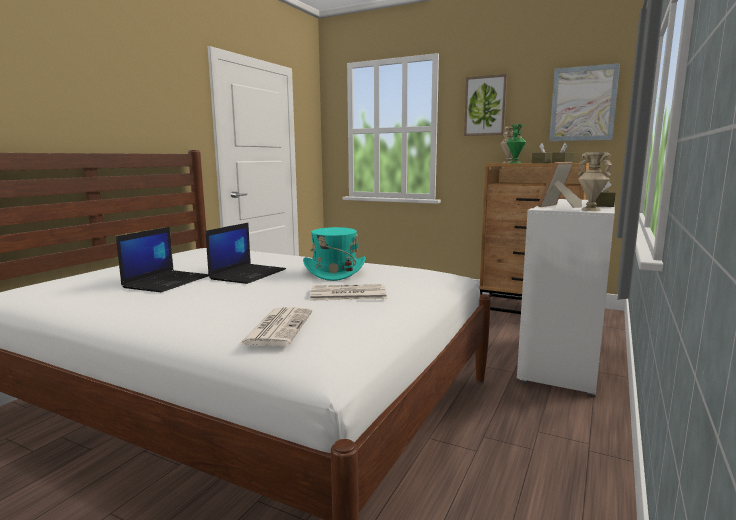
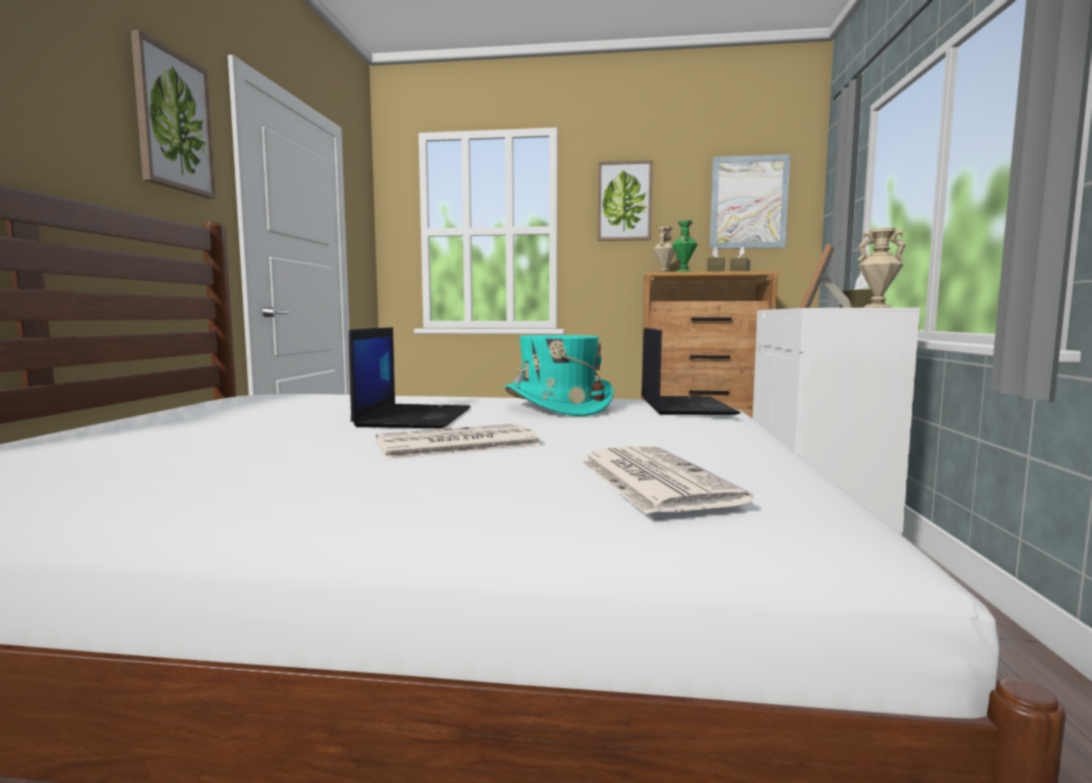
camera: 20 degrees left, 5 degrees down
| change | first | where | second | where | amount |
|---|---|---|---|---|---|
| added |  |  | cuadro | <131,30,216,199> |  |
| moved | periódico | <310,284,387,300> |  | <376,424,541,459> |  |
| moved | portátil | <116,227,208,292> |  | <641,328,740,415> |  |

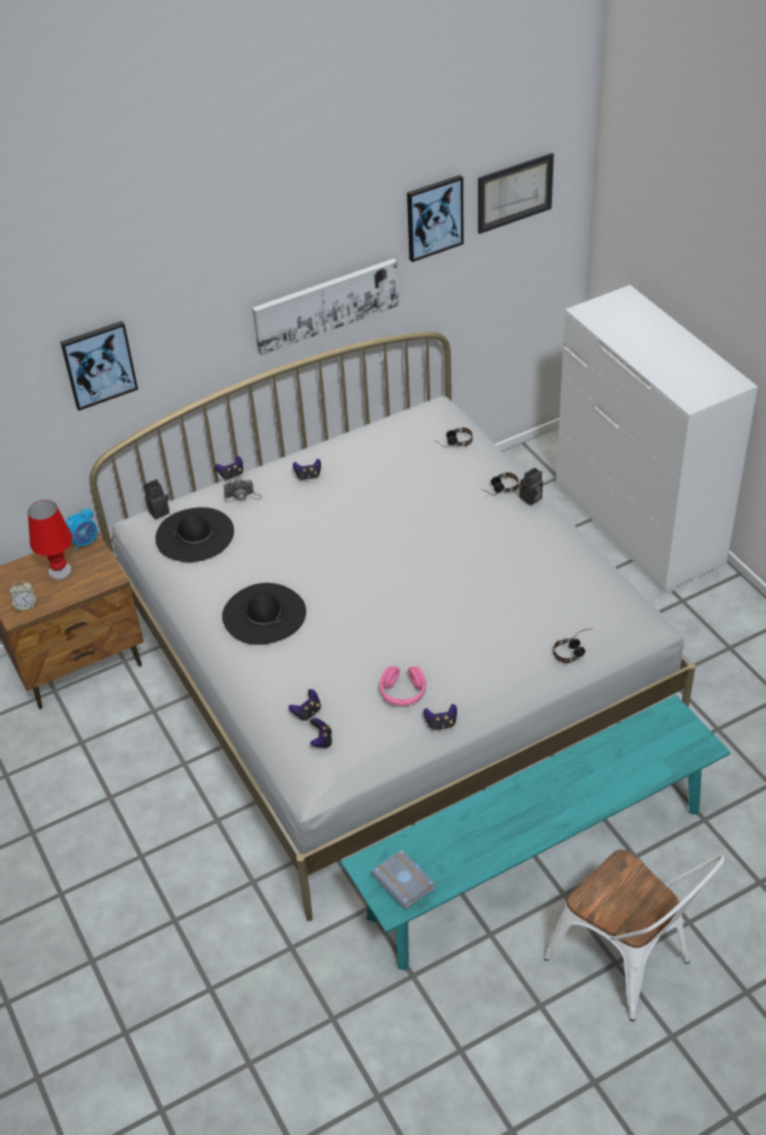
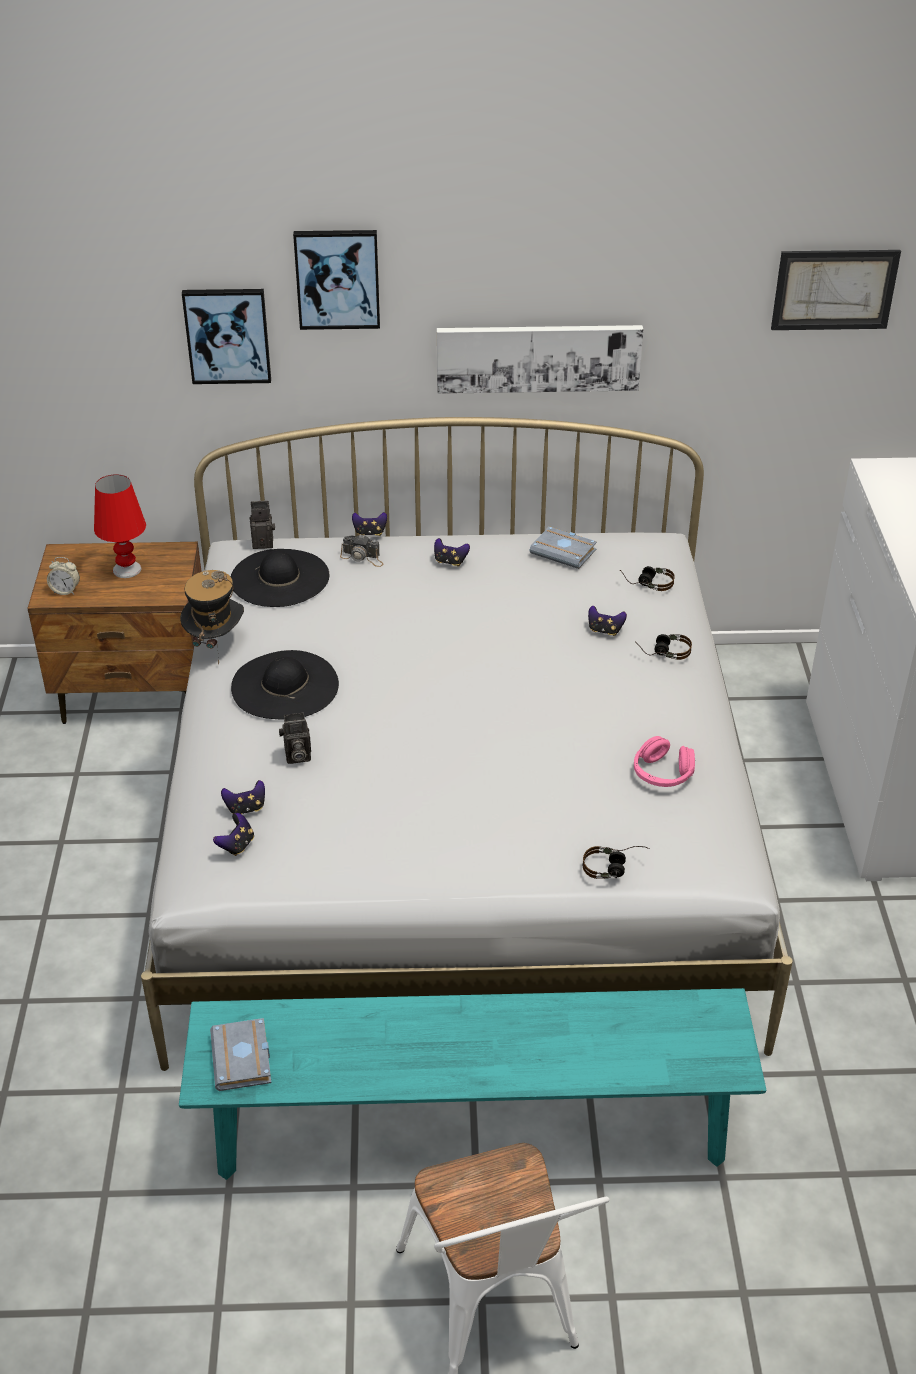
camera: 25 degrees right, 5 degrees down
| change | first | where | second | where | amount |
|---|---|---|---|---|---|
| added |  |  | sombrero | <180,570,244,664> |  |
| moved | cámara | <519,467,543,505> |  | <279,712,311,764> |  |
| moved | cuadro | <407,175,464,262> |  | <293,230,380,330> |  |
| added |  |  | libro/gris | <530,526,597,569> |  |
| moved | mando de consola | <423,704,457,730> |  | <588,606,627,636> |  |
| moved | auriculares/rosa | <380,666,426,706> |  | <634,736,695,787> |  |
| removed | despertador | <65,508,97,551> |  |  |  |

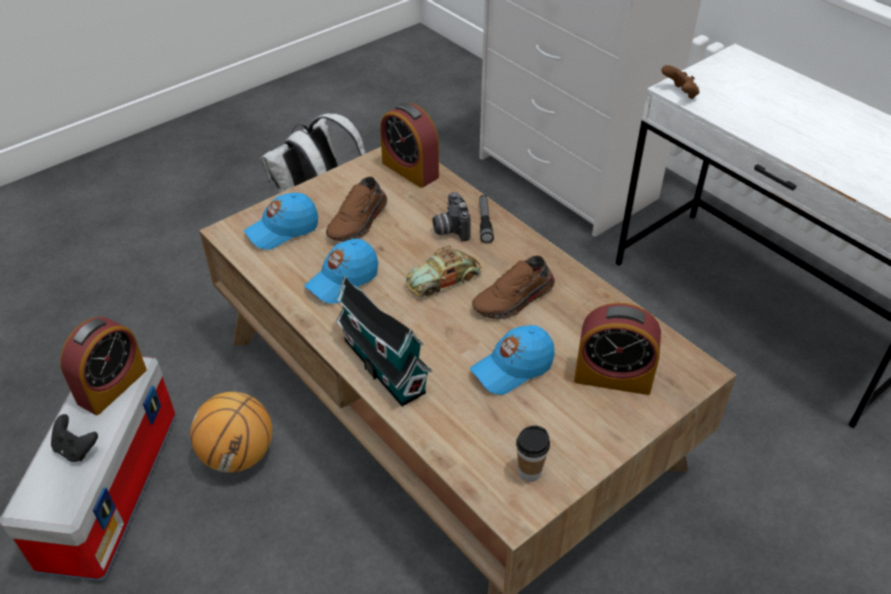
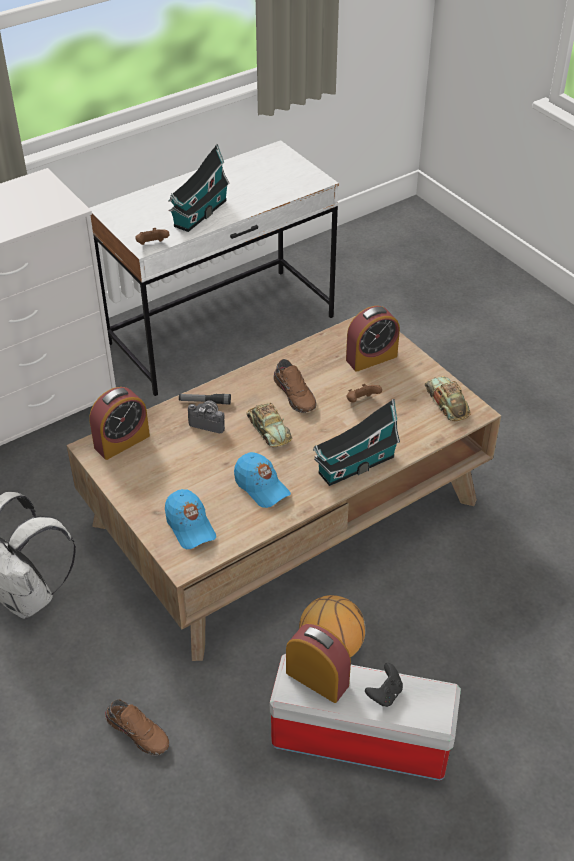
camera: 85 degrees left, 0 degrees up
| change | first | where | second | where | amount |
|---|---|---|---|---|---|
| moved | zapato/marrón | <326,176,387,242> |  | <105,700,169,756> |  |
| added |  |  | casita | <168,144,230,232> |  |
| turned | cámara | <433,192,471,242> |  | <188,400,225,433> | 150 degrees counterclockwise |
| turned | despertador | <574,303,661,395> |  | <346,306,400,372> | 45 degrees clockwise |
| replaced | gorra/azul | <470,325,555,395> | mando de consola/marrón | <347,384,382,403> |  |
| replaced | taza | <516,425,550,482> | coche de juguete | <424,376,471,421> |  |

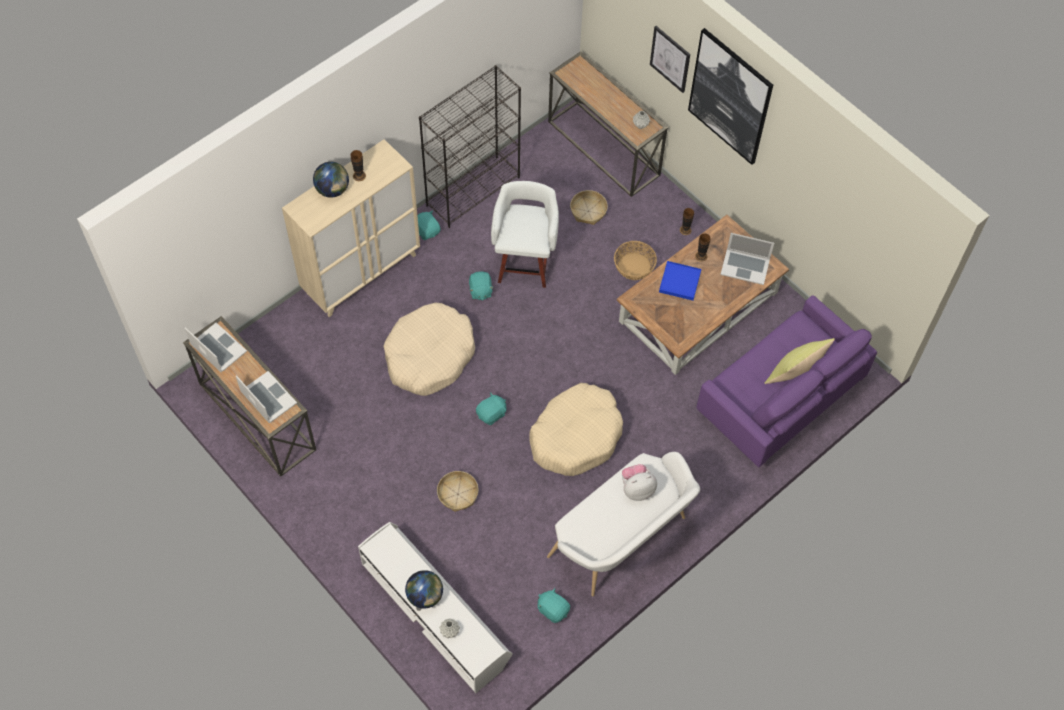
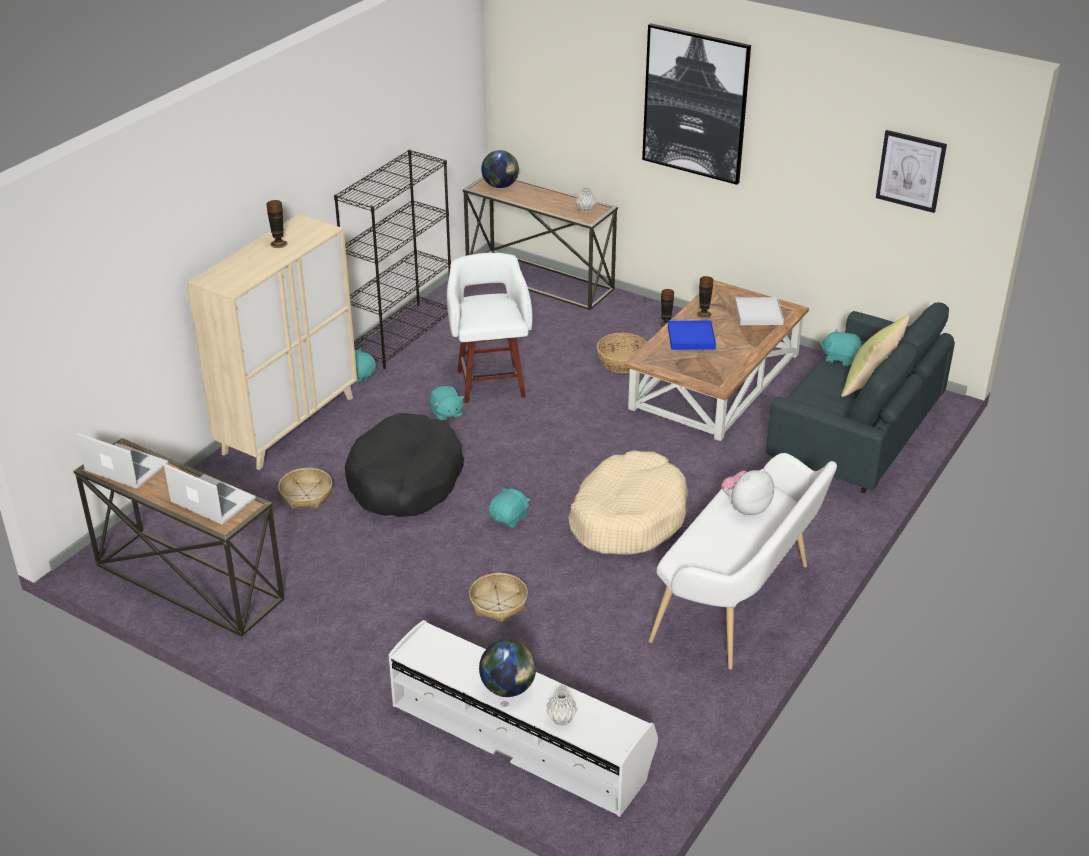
camera: 15 degrees left, 25 degrees down
| change | first | where | second | where | amount |
|---|---|---|---|---|---|
| moved | cesta | <570,190,608,225> |  | <278,468,332,509> |  |
| recoloured | cama para perro/beis | <383,303,475,396> | cama para perro/negro | <345,413,464,517> |  |
| moved | globo terráqueo | <313,162,349,198> |  | <481,150,519,188> |  |
| replaced | portátil | <721,233,774,285> | bandeja/blanco | <735,297,784,325> |  |
| recoloured | sofá/morado | <697,295,877,467> | sofá/gris | <766,302,955,493> |  |
| moved | peluche/turquesa | <538,588,570,623> |  | <820,329,862,366> |  |
| moved | cuadro | <650,26,690,93> |  | <876,130,947,213> |  |

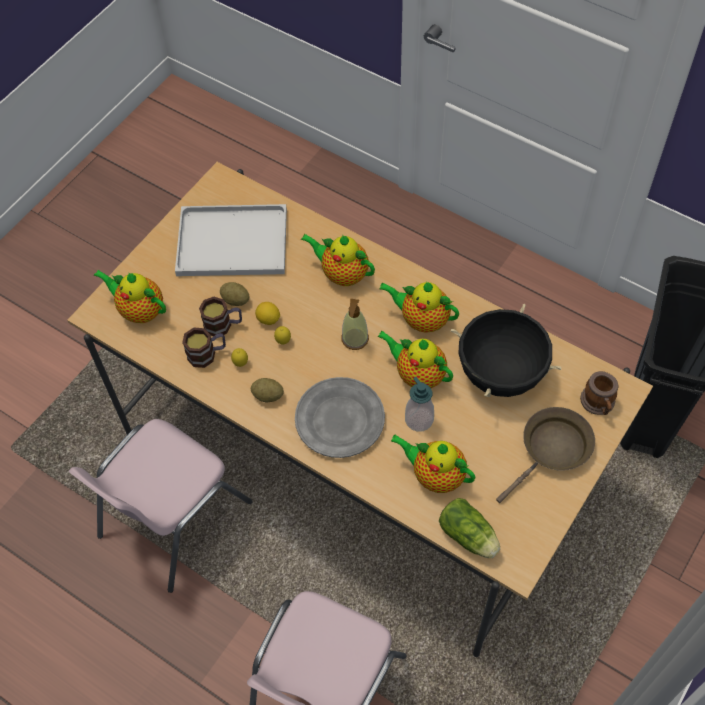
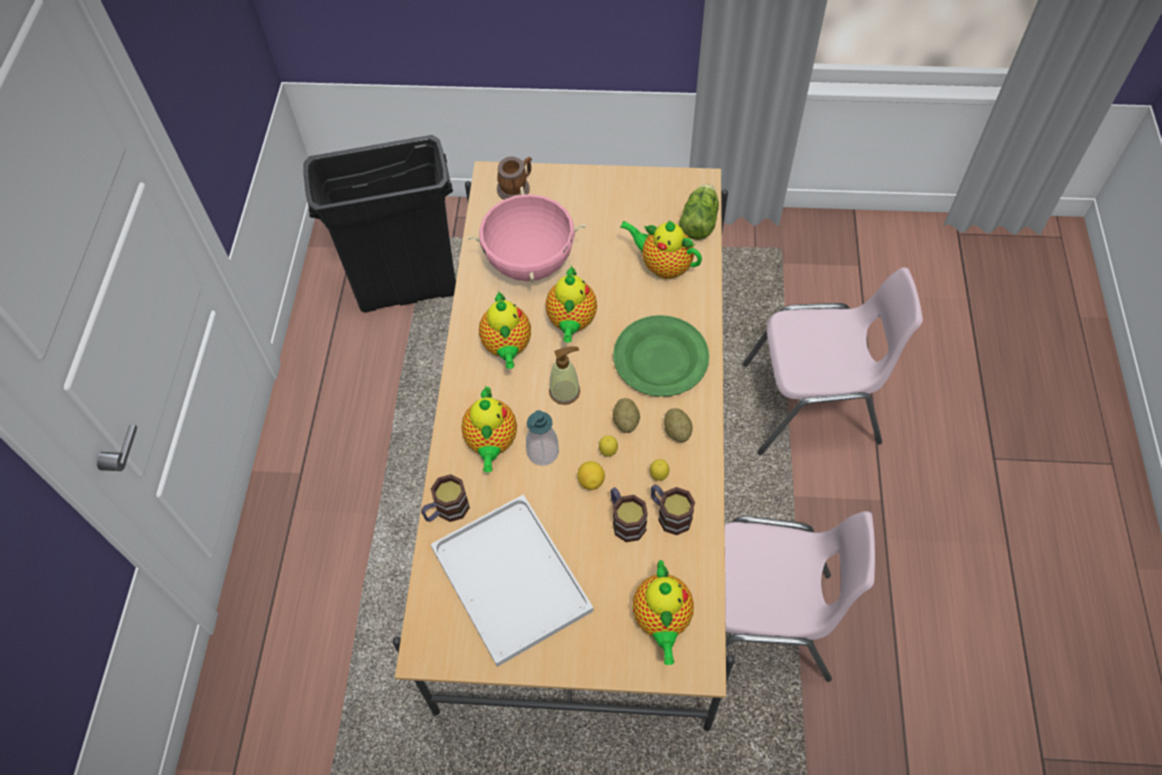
camera: 120 degrees left, 0 degrees up
| change | first | where | second | where | amount |
|---|---|---|---|---|---|
| added |  |  | taza grande | <421,474,470,522> |  |
| recoloured | olla/negro | <451,304,562,397> | olla/rosa | <467,186,586,283> |  |
| moved | dispensador de jabón | <405,377,434,432> |  | <526,410,559,466> |  |
| recoloured | plato/gris | <295,377,385,458> | plato/verde | <613,315,709,397> |  |
| moved | patata | <220,282,250,306> |  | <613,398,640,433> |  |
| turned | tetera | <391,434,475,493> |  | <620,220,702,279> | 120 degrees clockwise |
| removed | sartén/marrón | <496,407,595,503> |  |  |  |

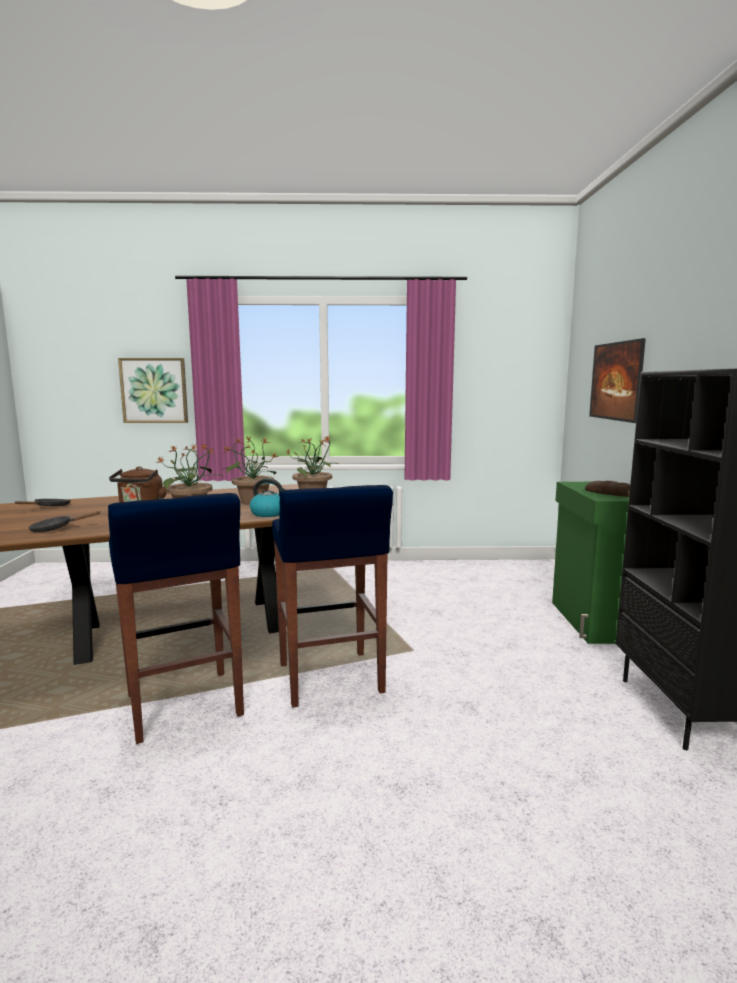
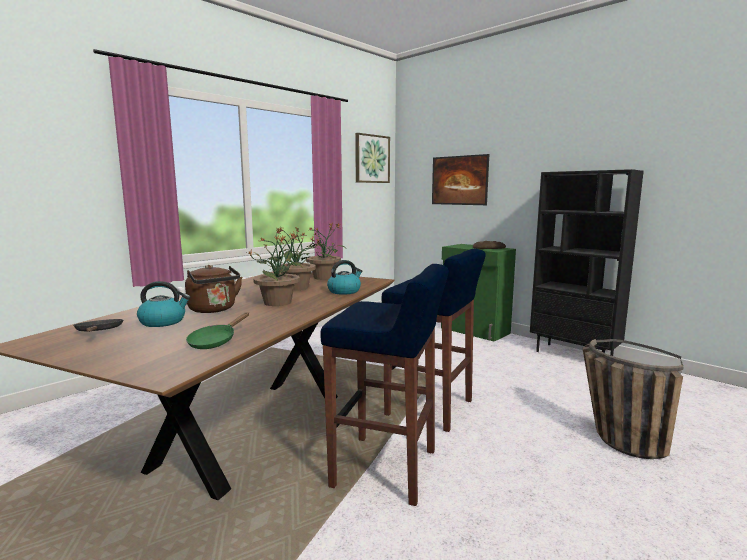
camera: 45 degrees left, 0 degrees up
| change | first | where | second | where | amount |
|---|---|---|---|---|---|
| added |  |  | hervidor | <137,281,191,327> |  |
| recoloured | sartén/negro | <28,511,101,533> | sartén/verde | <186,312,249,349> |  |
| moved | cuadro | <118,358,188,423> |  | <355,133,390,183> |  |
| added |  |  | cesta | <583,339,684,459> |  |

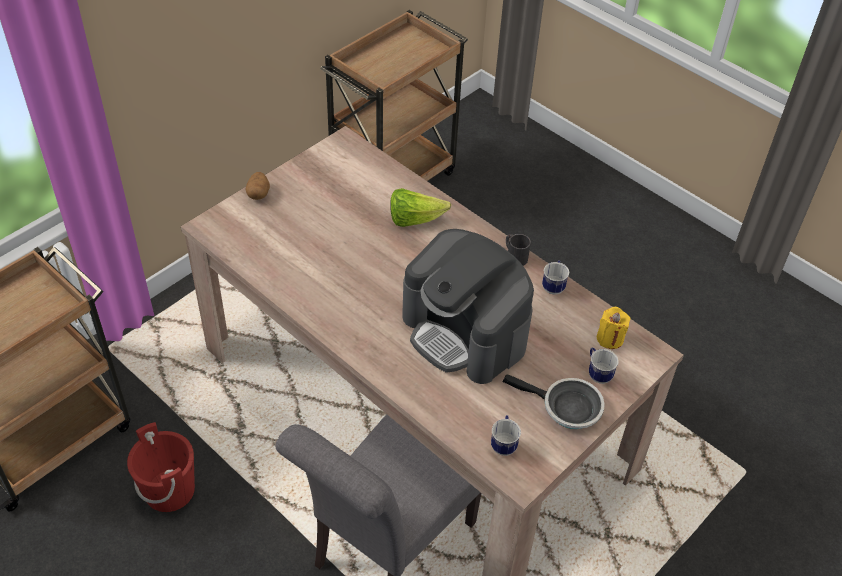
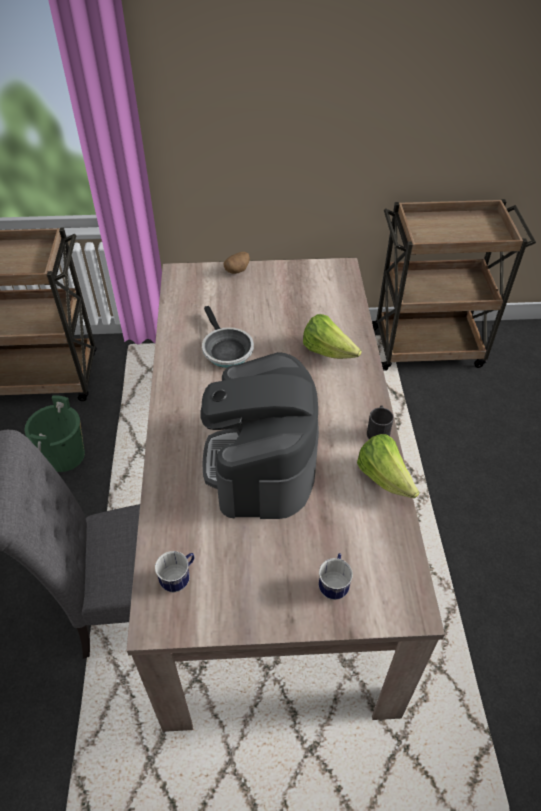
camera: 45 degrees right, 0 degrees up
| change | first | where | second | where | amount |
|---|---|---|---|---|---|
| recoloured | cubo/rojo | <127,422,195,512> | cubo/verde | <25,396,85,472> |  |
| moved | sartén | <503,374,605,429> |  | <202,306,254,368> |  |
| replaced | taza grande | <542,260,569,295> | lechuga | <357,434,420,498> |  |
| removed | vela/amarillo | <597,307,630,349> |  |  |  |

